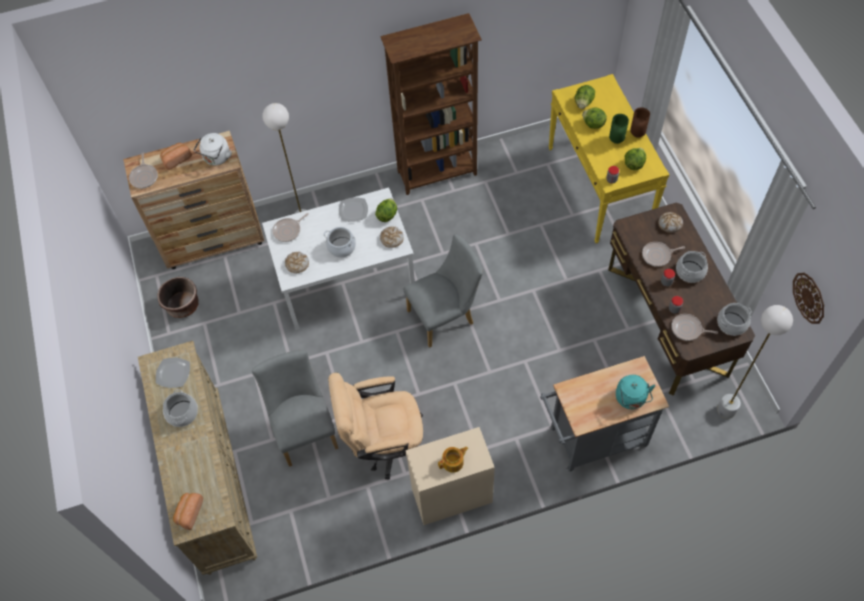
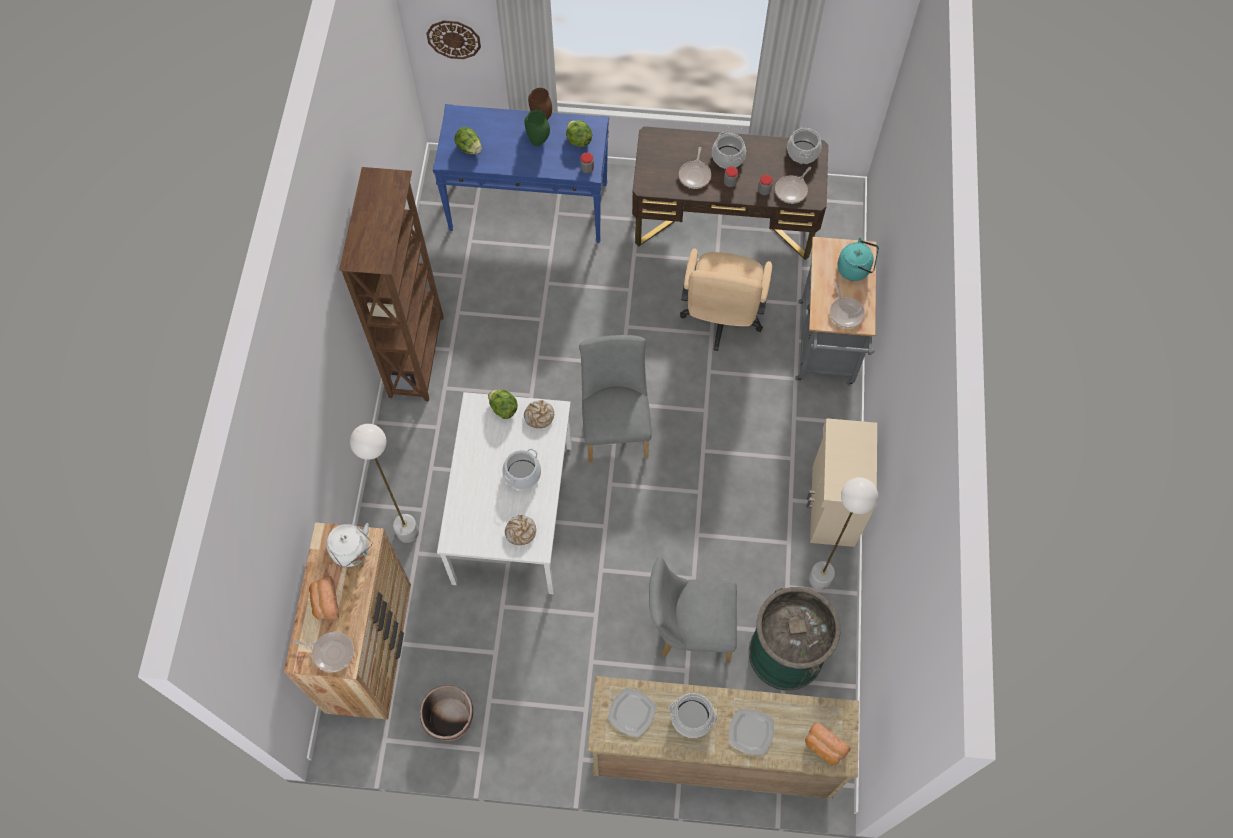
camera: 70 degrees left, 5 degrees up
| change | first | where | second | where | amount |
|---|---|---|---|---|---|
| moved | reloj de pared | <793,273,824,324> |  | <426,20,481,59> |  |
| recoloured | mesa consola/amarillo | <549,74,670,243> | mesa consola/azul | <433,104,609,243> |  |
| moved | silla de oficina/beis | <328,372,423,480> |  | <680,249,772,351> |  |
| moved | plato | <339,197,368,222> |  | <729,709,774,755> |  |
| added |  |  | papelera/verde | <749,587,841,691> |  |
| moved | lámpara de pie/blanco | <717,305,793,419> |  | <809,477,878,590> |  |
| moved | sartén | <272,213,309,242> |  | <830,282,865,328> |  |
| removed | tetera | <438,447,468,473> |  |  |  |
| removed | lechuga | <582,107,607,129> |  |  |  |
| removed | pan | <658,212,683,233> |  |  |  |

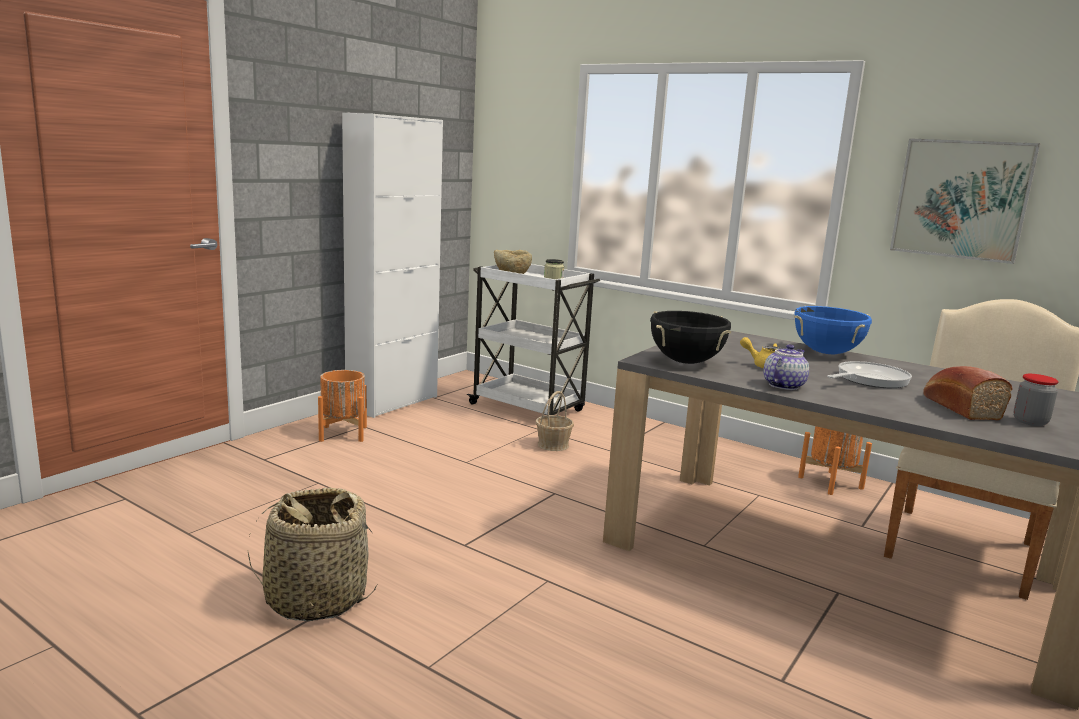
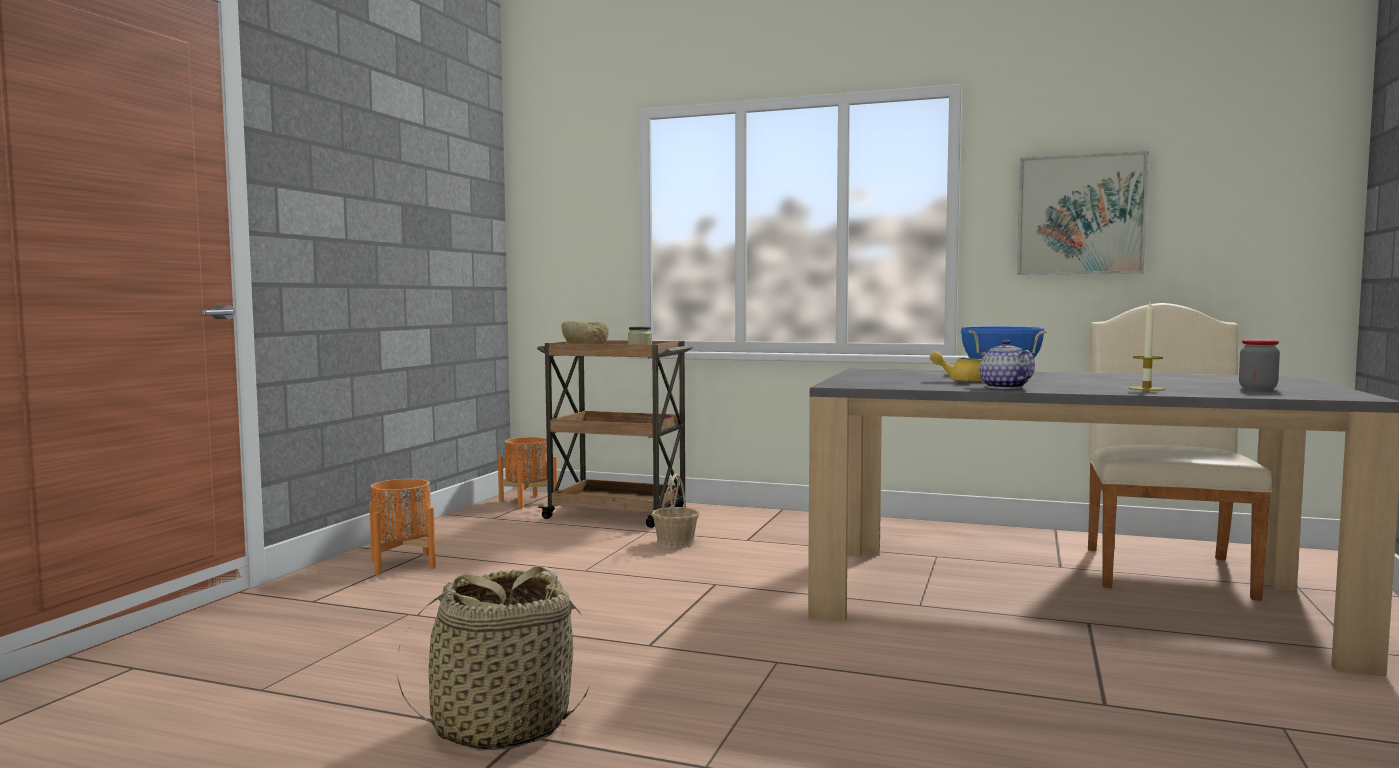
camera: 15 degrees left, 10 degrees down
| change | first | where | second | where | amount |
|---|---|---|---|---|---|
| moved | maceta/naranja | <798,426,872,495> |  | <498,437,557,509> |  |
| recoloured | carrito/blanco | <467,264,600,415> | carrito/marrón | <537,340,694,528> |  |
| turned | tetera | <763,344,809,390> |  | <979,340,1035,389> | 45 degrees counterclockwise |
| added |  |  | vela | <1129,302,1165,391> |  |
| removed | armario/blanco | <342,113,443,418> |  |  |  |
| removed | olla/negro | <650,311,731,364> |  |  |  |
| removed | sartén | <827,361,912,388> |  |  |  |
| removed | pan | <923,366,1013,420> |  |  |  |

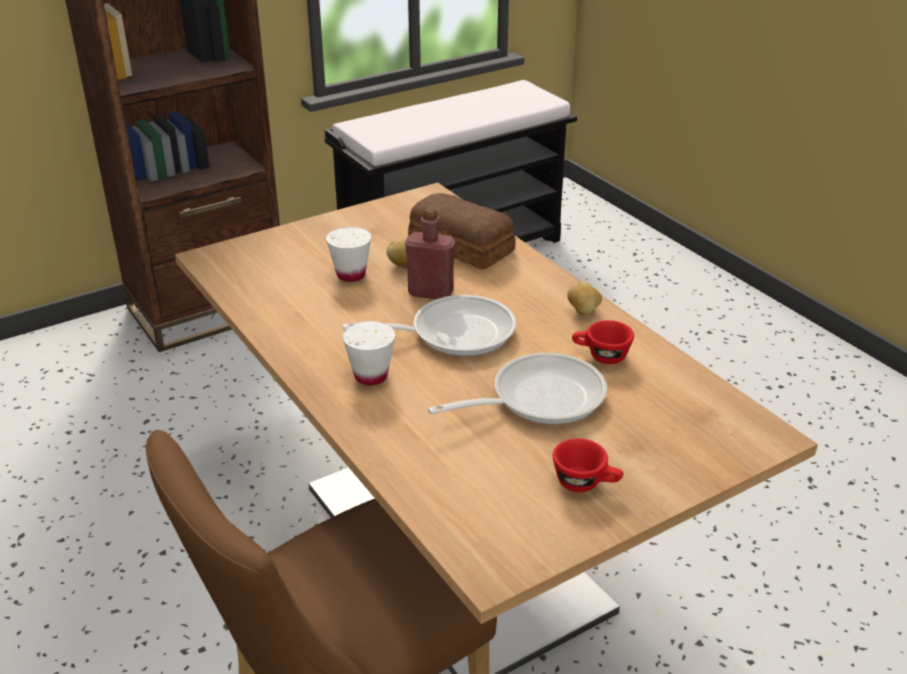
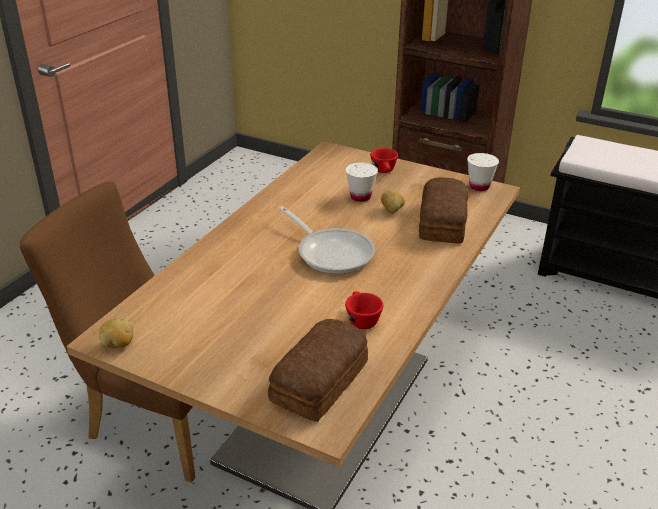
camera: 60 degrees right, 0 degrees up
| change | first | where | second | where | amount |
|---|---|---|---|---|---|
| moved | patata | <567,281,602,316> |  | <99,319,133,348> |  |
| added |  |  | pan | <268,319,368,422> |  |
| moved | taza/rojo | <553,438,623,492> |  | <370,148,398,173> |  |
| moved | taza/blanco | <342,321,395,385> |  | <467,153,499,191> |  |
| removed | botella/rojo | <405,208,455,299> |  |  |  |
| removed | sartén | <428,353,607,425> |  |  |  |

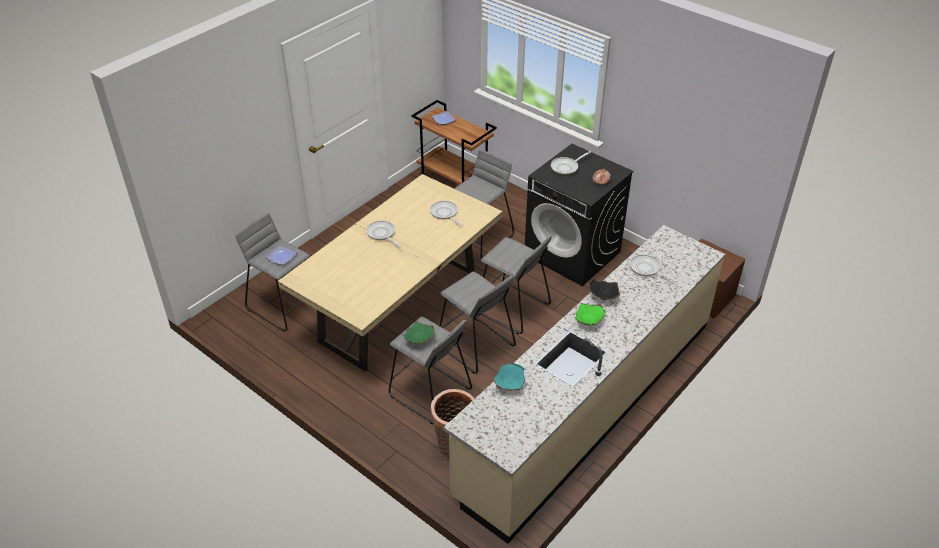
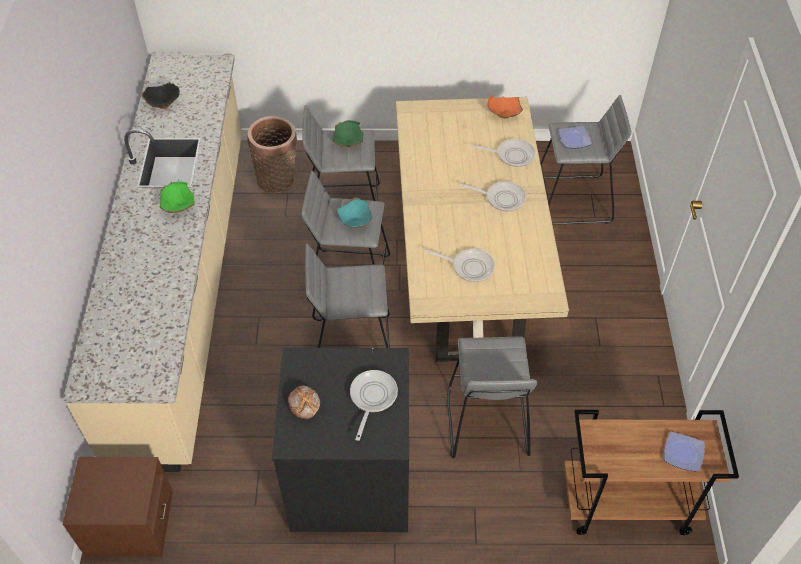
camera: 140 degrees right, 10 degrees up
| change | first | where | second | where | amount |
|---|---|---|---|---|---|
| moved | cuenco/negro | <589,279,620,300> |  | <142,82,180,109> |  |
| moved | cuenco/turquesa | <493,363,525,390> |  | <336,197,373,228> |  |
| moved | sartén | <630,254,677,282> |  | <470,139,536,167> |  |
| added |  |  | cuenco/naranja | <487,95,523,118> |  |

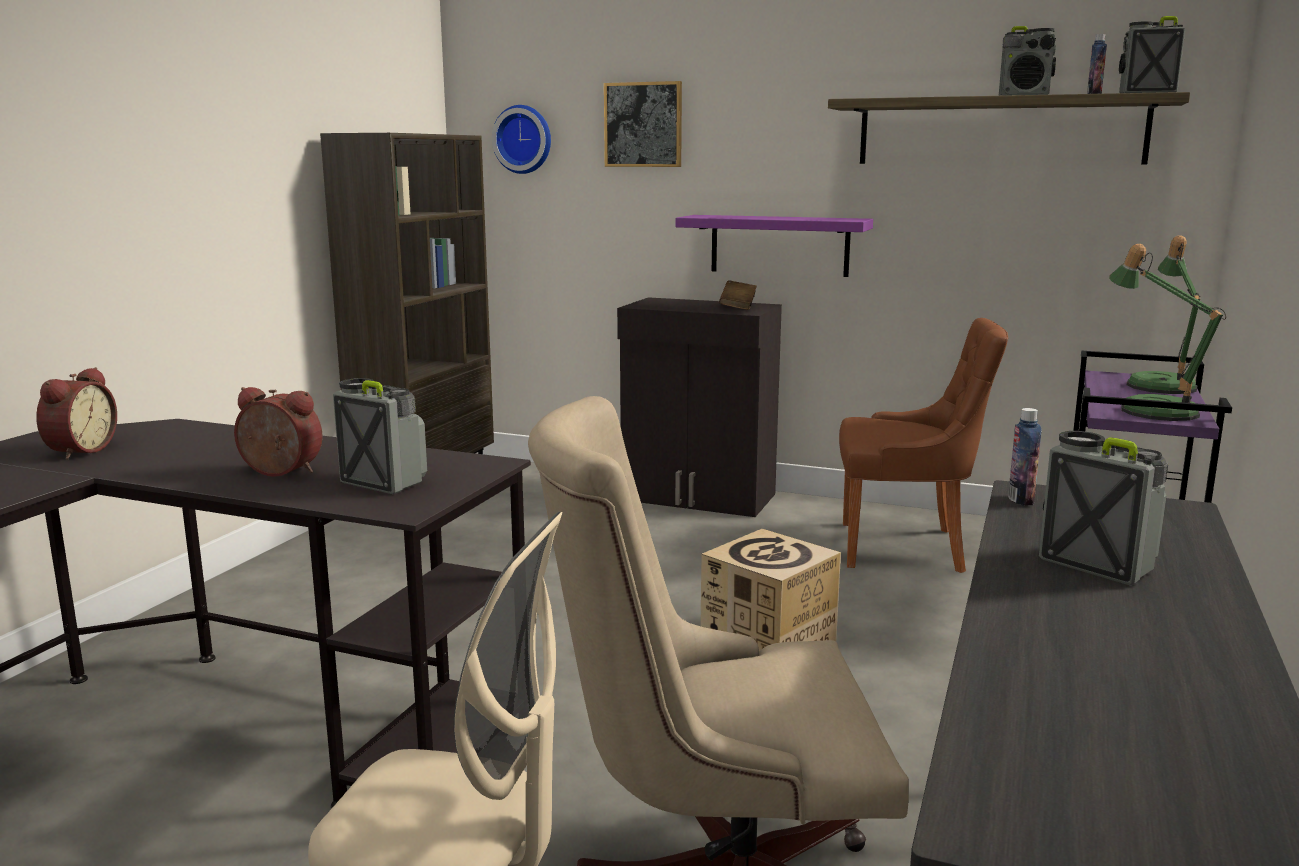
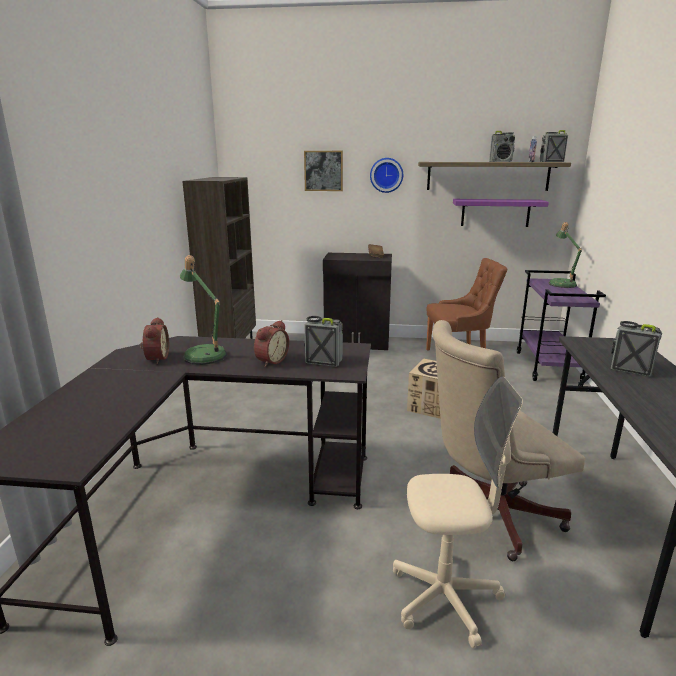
camera: 15 degrees left, 5 degrees up
| change | first | where | second | where | amount |
|---|---|---|---|---|---|
| moved | lámpara de mesa | <1109,244,1226,421> |  | <180,255,227,365> |  |
| turned | despertador | <234,387,323,477> |  | <254,320,289,367> | 120 degrees clockwise |
| moved | reloj de pared | <492,105,551,174> |  | <370,158,403,193> |  |
| moved | estante/morado | <676,215,873,277> |  | <453,199,549,227> |  |
| removed | botella | <1008,408,1042,506> |  |  |  |

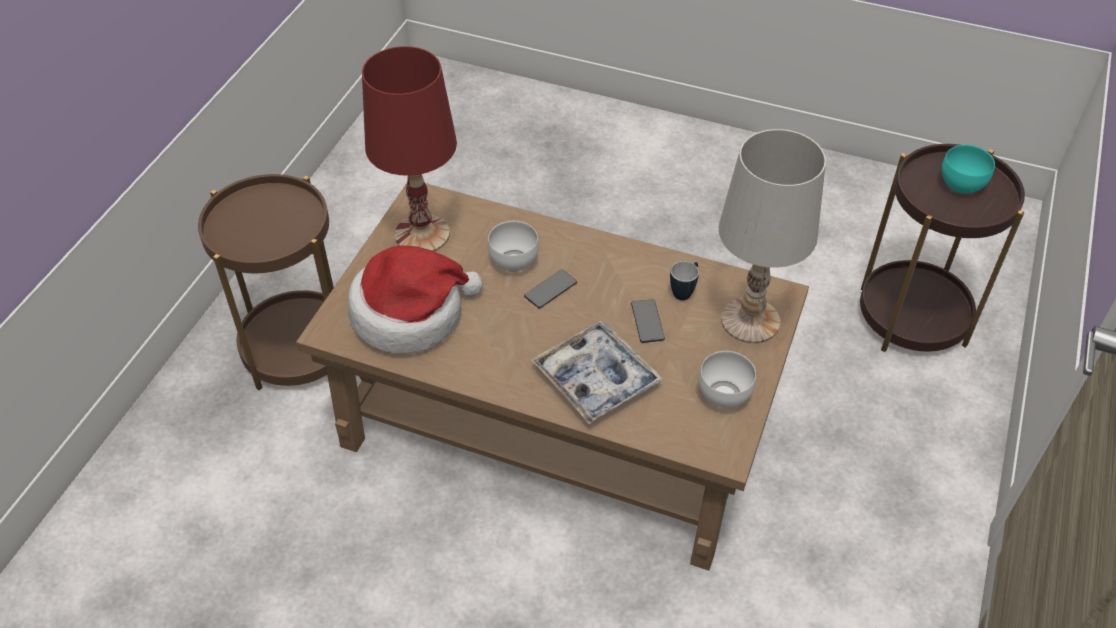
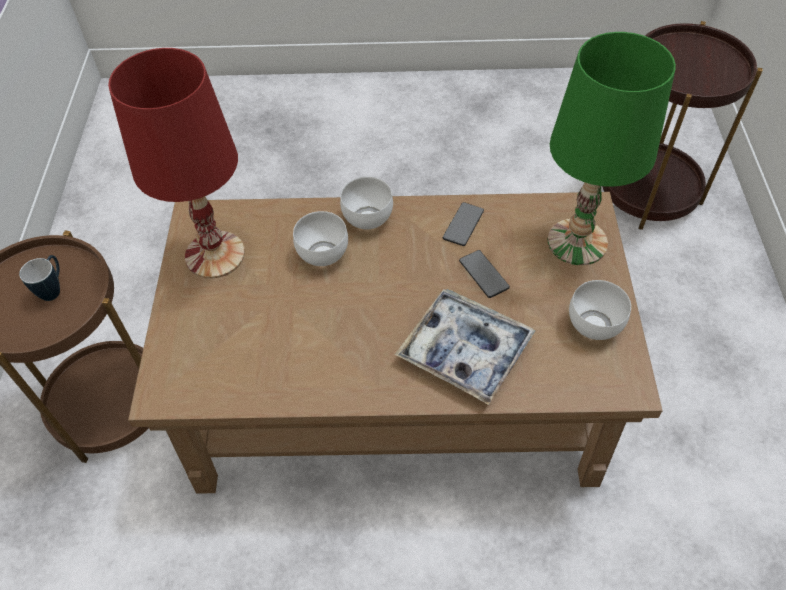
camera: 20 degrees left, 5 degrees up
| change | first | where | second | where | amount |
|---|---|---|---|---|---|
| moved | taza grande | <670,261,699,300> |  | <19,255,60,301> |  |
| added |  |  | cuenco/blanco | <340,177,393,230> |  |
| moved | móvil | <524,269,577,309> |  | <443,202,484,246> |  |
| recoloured | lámpara de mesa/blanco | <719,129,826,343> | lámpara de mesa/verde | <548,32,676,265> |  |
| removed | sombrero | <347,246,483,354> |  |  |  |
| removed | cuenco/turquesa | <942,145,995,194> |  |  |  |

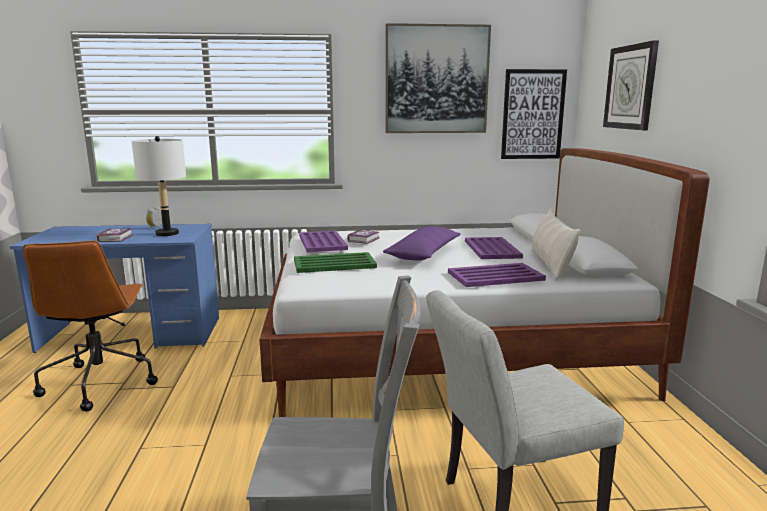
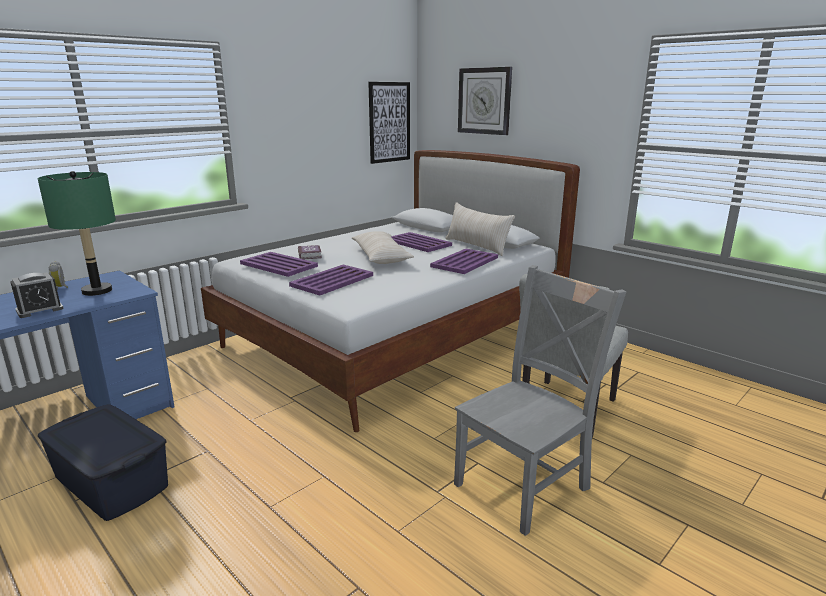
camera: 40 degrees left, 5 degrees up
| change | first | where | second | where | amount |
|---|---|---|---|---|---|
| replaced | libro | <97,228,133,242> | despertador | <10,272,64,318> |  |
| recoloured | lámpara de mesa/gris | <132,136,186,236> | lámpara de mesa/verde | <38,171,116,296> |  |
| replaced | silla de oficina/marrón | <23,240,158,411> | caja de almacenaje/azul | <38,404,168,521> |  |
| recoloured | bandeja/verde | <294,252,377,273> | bandeja/morado | <289,265,373,296> |  |
| recoloured | cojín/morado | <383,226,461,260> | cojín/beis | <352,231,414,264> |  |
| removed | cuadro | <385,23,491,133> |  |  |  |

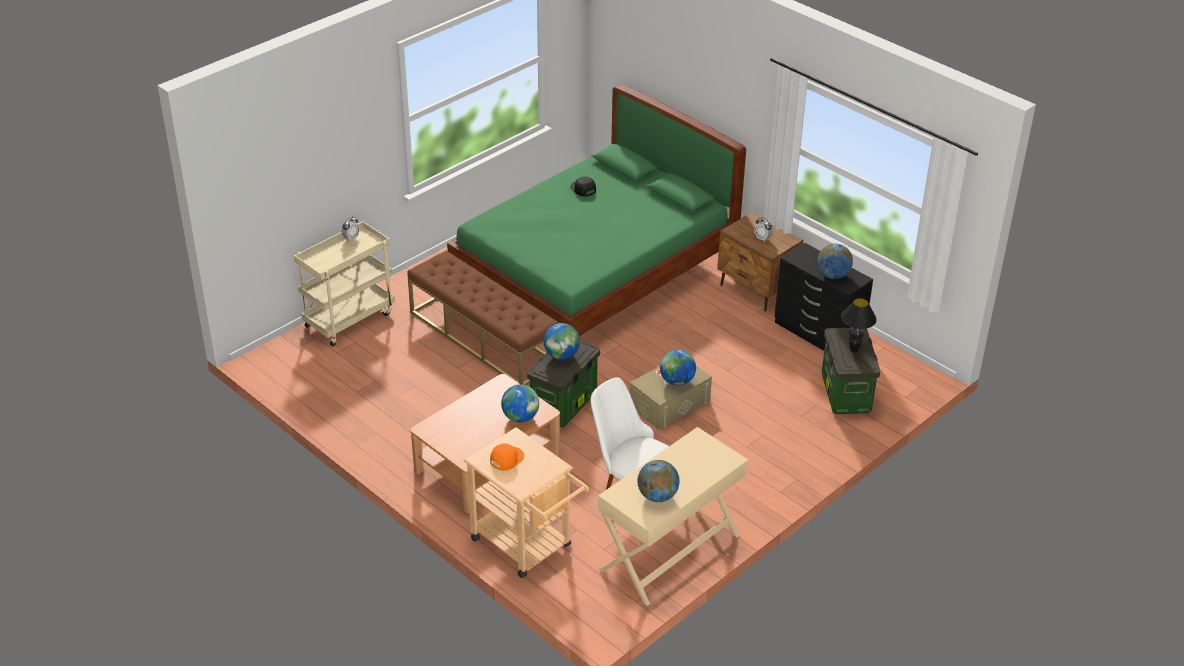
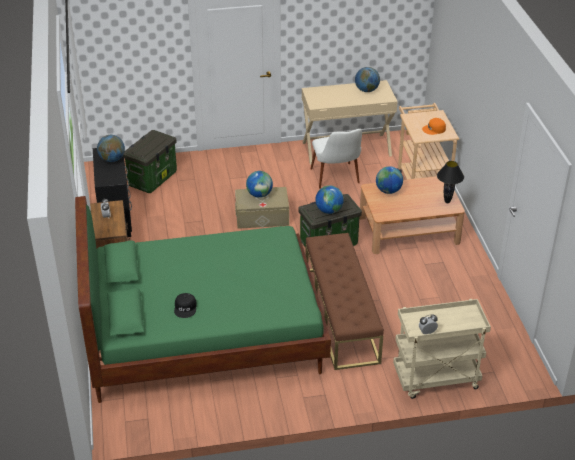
camera: 145 degrees left, 0 degrees up
| change | first | where | second | where | amount |
|---|---|---|---|---|---|
| moved | lámpara de mesa/negro | <841,298,877,353> |  | <437,161,464,203> |  |

